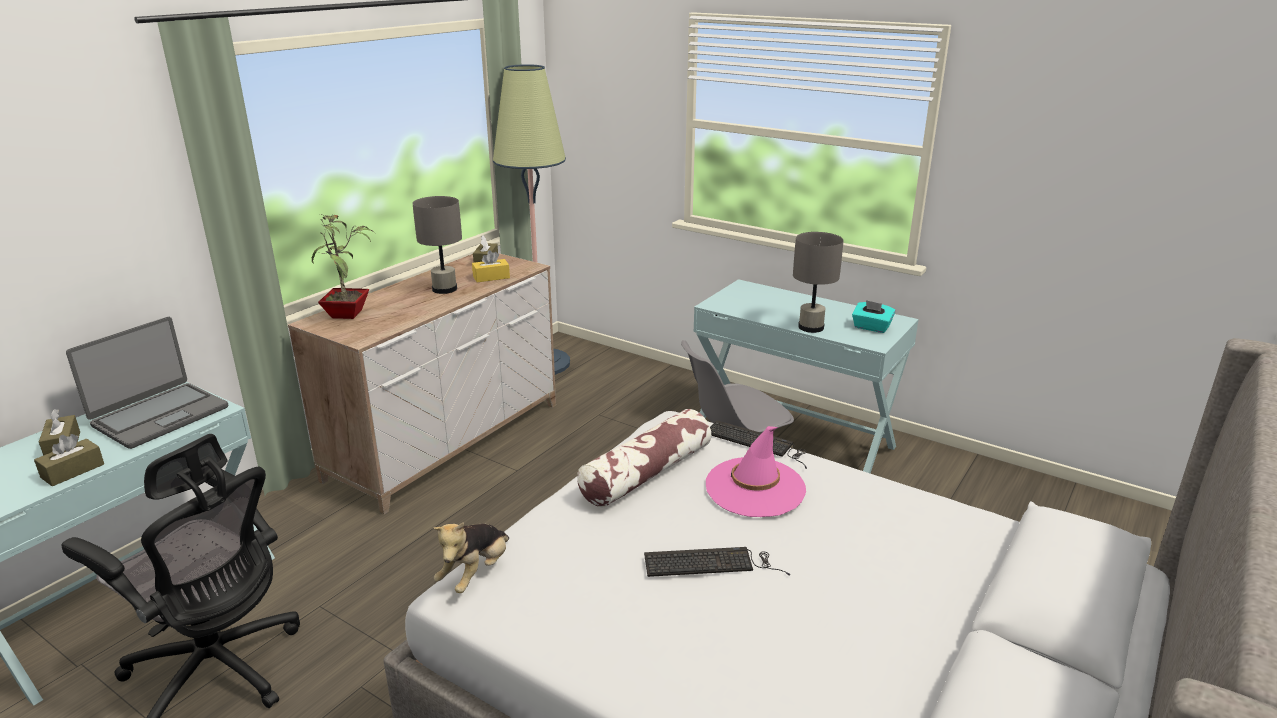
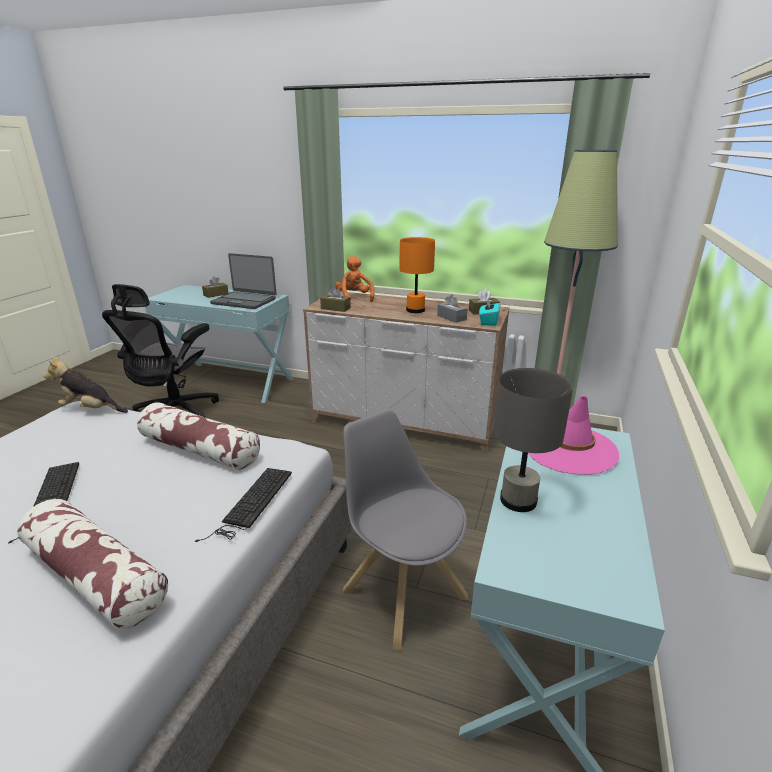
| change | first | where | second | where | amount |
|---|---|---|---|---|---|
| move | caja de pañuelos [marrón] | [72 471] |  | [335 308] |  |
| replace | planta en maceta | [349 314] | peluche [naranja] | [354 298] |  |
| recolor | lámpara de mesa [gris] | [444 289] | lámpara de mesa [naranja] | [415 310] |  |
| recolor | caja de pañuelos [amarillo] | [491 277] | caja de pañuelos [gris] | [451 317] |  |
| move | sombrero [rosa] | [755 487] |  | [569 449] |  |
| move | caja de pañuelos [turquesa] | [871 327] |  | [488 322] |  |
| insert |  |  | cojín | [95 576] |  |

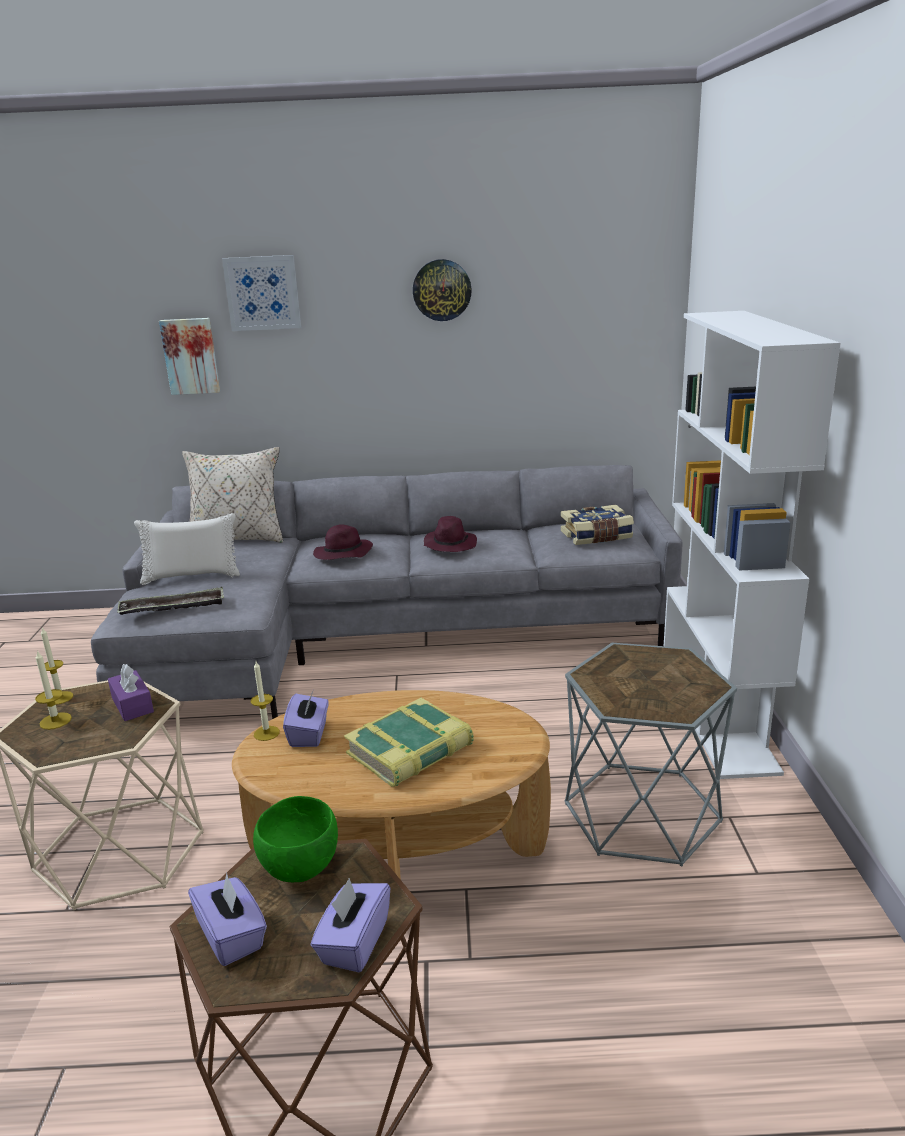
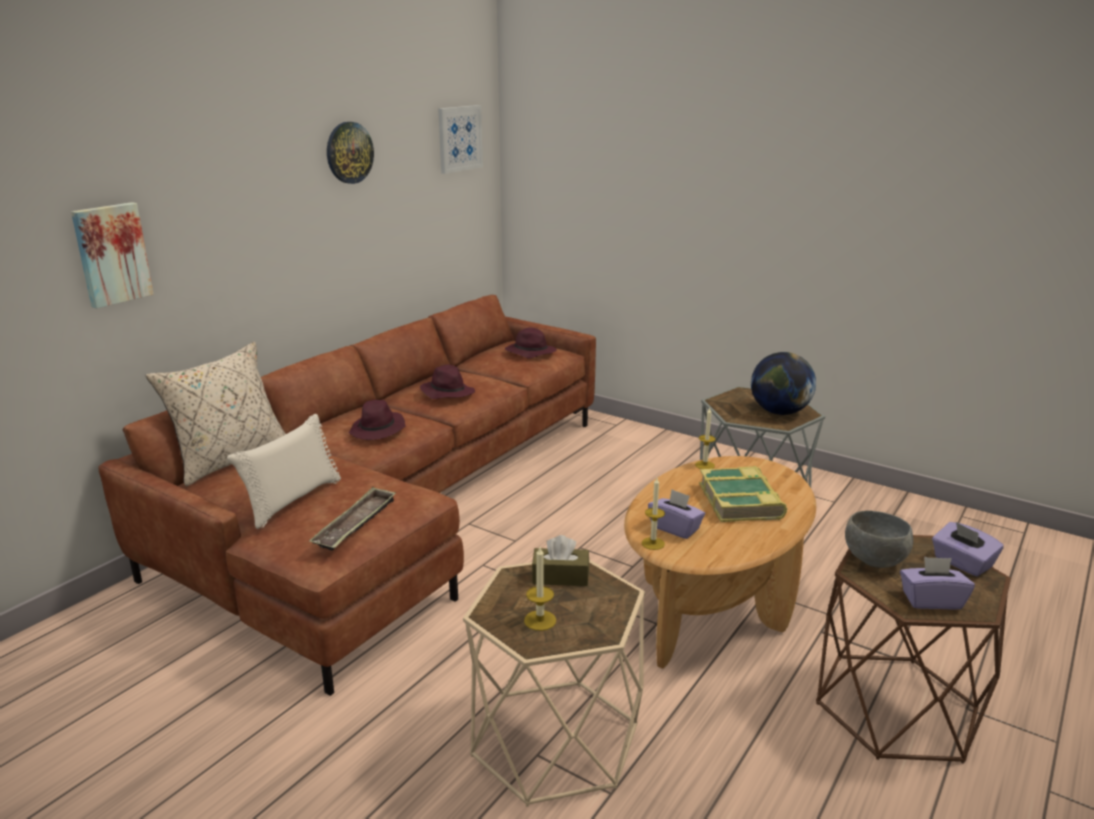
| change | first | where | second | where | amount |
|---|---|---|---|---|---|
| move | vela | [60 698] |  | [705 465] |  |
| recolor | sofá [gris] | [384 636] | sofá [marrón] | [395 506] |  |
| recolor | caja de pañuelos [morado] | [132 705] | caja de pañuelos [marrón] | [560 577] |  |
| move | cuadro | [262 293] |  | [459 138] |  |
| recolor | cuenco [verde] | [299 868] | cuenco [gris] | [874 561] |  |
| replace | libro | [597 536] | sombrero [morado] | [530 353] |  |
| delete | estantería [blanco] | [717 715] |  |  |  |
| insert |  |  | globo terráqueo | [779 412] |  |

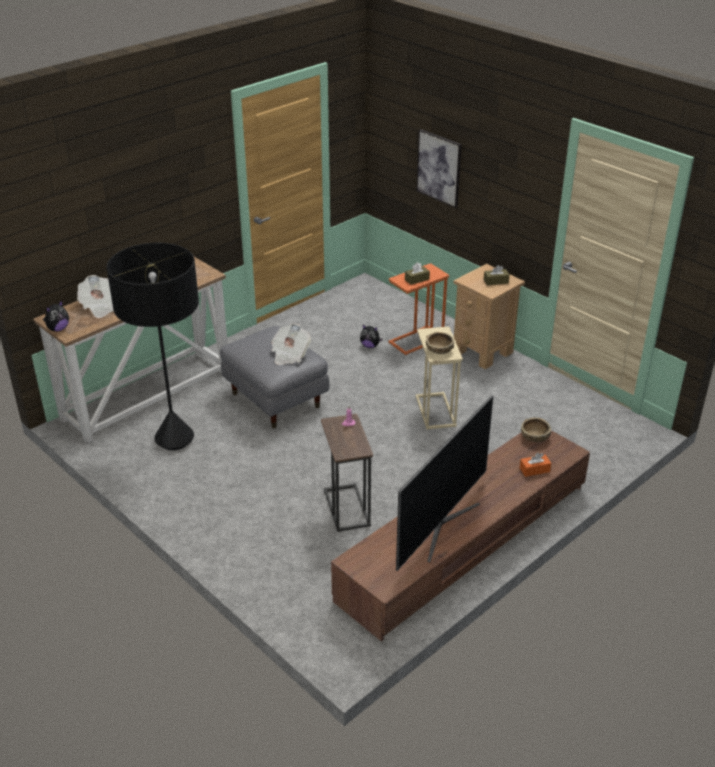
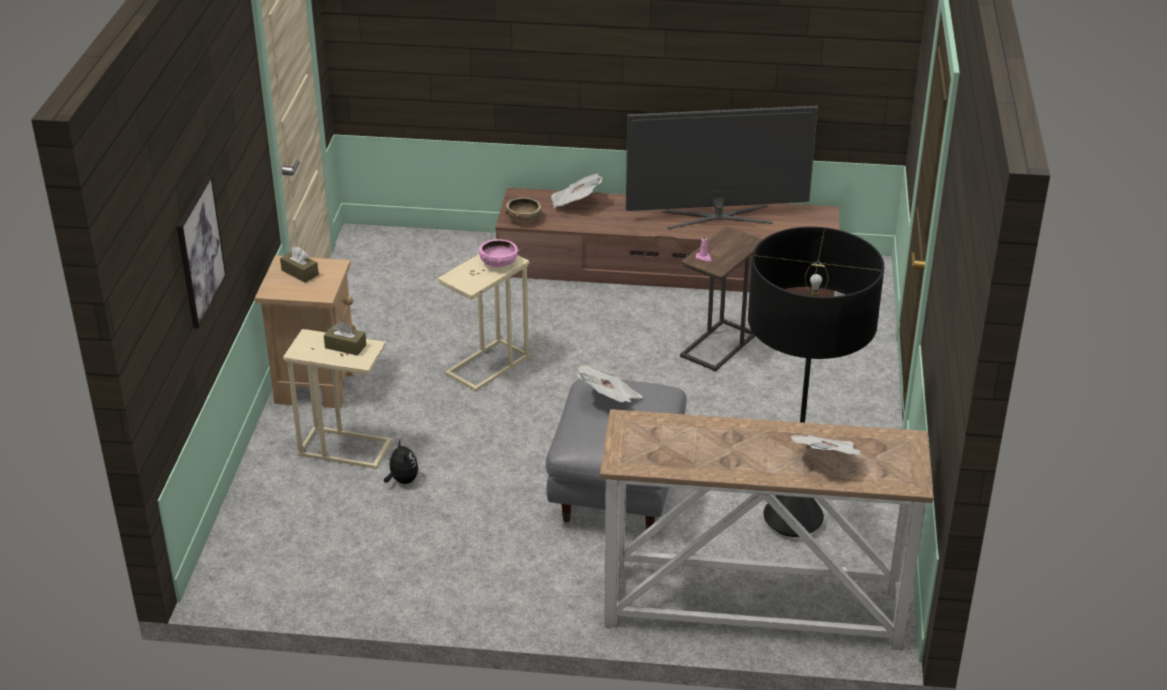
| change | first | where | second | where | amount |
|---|---|---|---|---|---|
| delete | peluche | [58 329] |  |  |  |
| recolor | mesa auxiliar [naranja] | [416 340] | mesa auxiliar [beis] | [344 449] |  |
| recolor | cuenco [marrón] | [439 350] | cuenco [rosa] | [498 263] |  |
| replace | caja de pañuelos [naranja] | [534 470] | periódico | [575 203] |  |

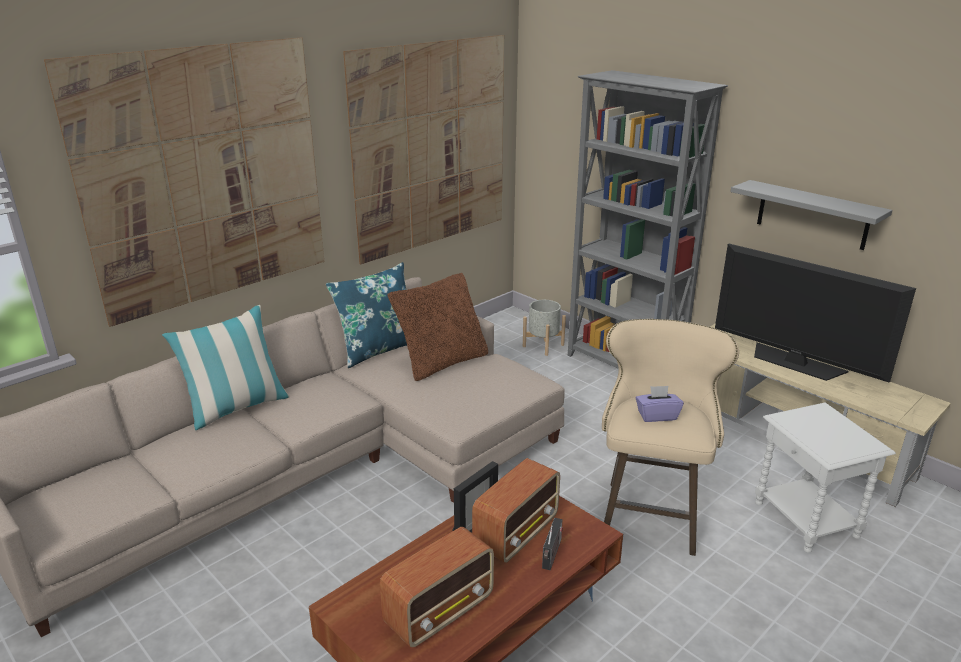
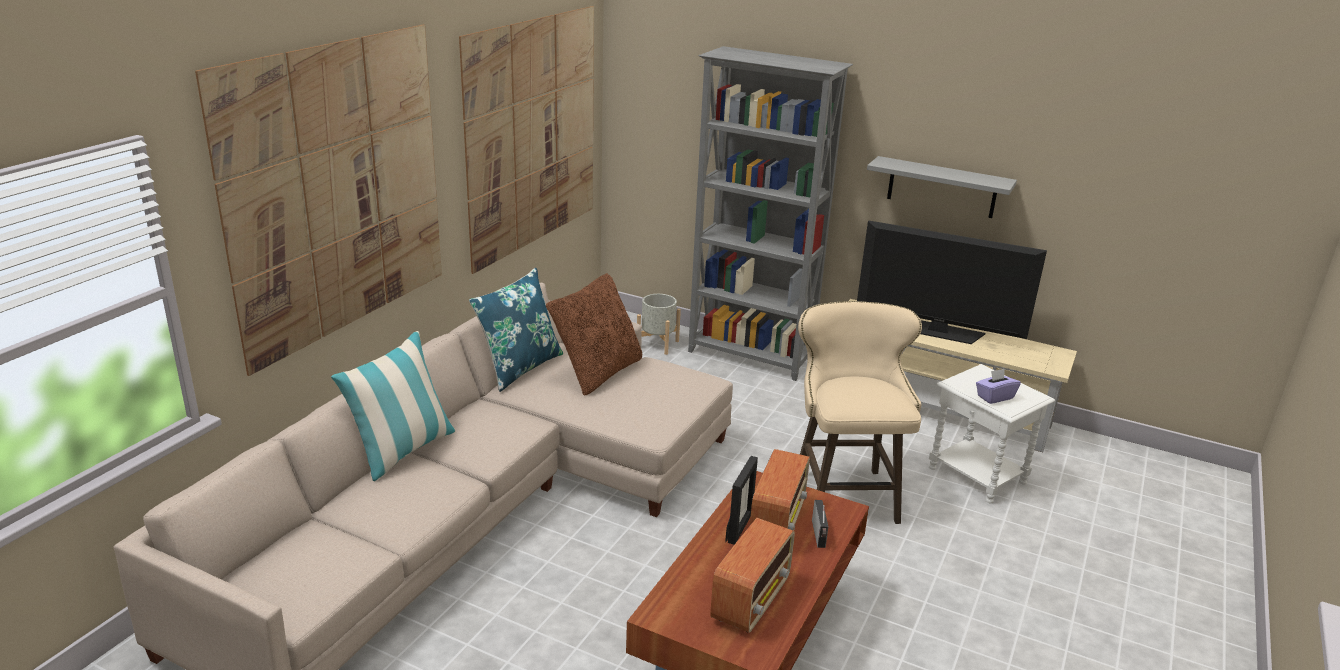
| change | first | where | second | where | amount |
|---|---|---|---|---|---|
| move | caja de pañuelos [morado] | [657 416] |  | [994 397] |  |

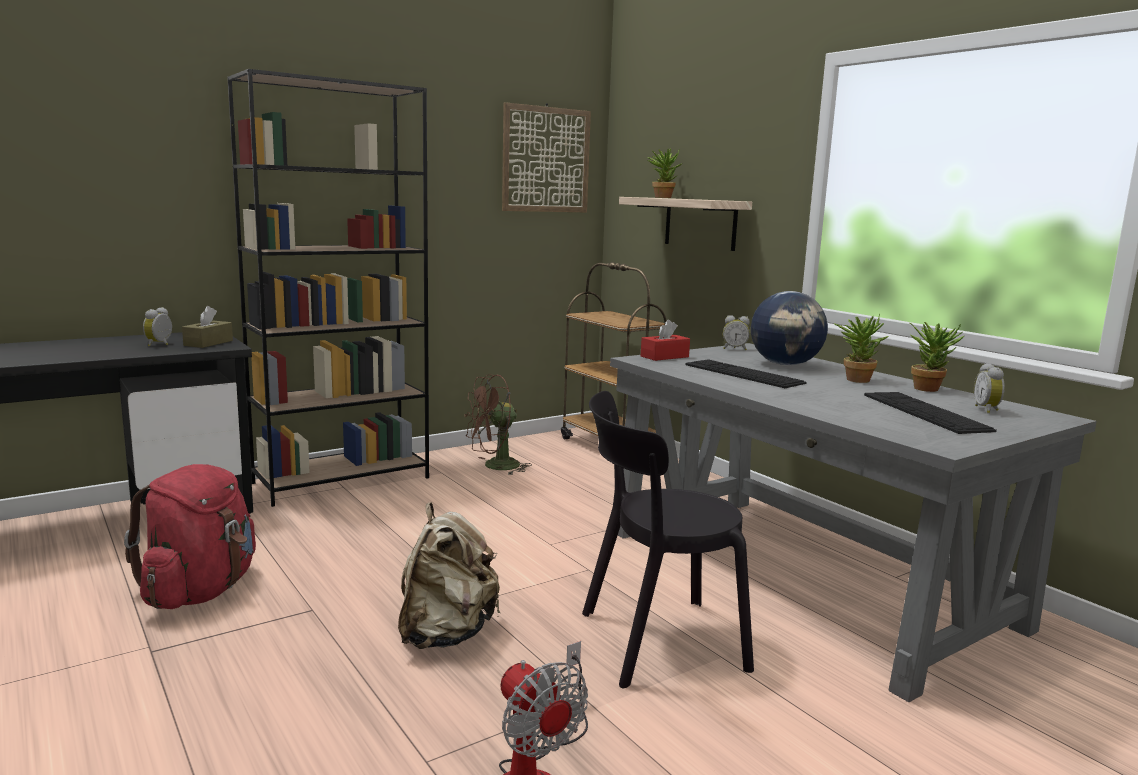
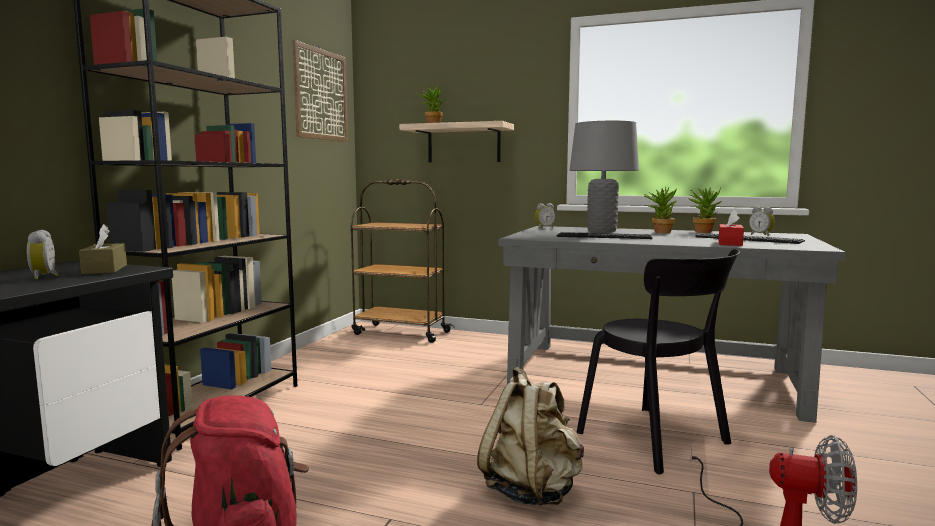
| change | first | where | second | where | amount |
|---|---|---|---|---|---|
| delete | ventilador [marrón] | [495 467] |  |  |  |
| rotate | silla [negro] | [654 642] |  | [657 440] | 75 degrees counterclockwise |
| move | caja de pañuelos [rojo] | [664 356] |  | [730 243] |  |
| replace | globo terráqueo | [785 365] | lámpara de mesa [gris] | [601 231] |  |

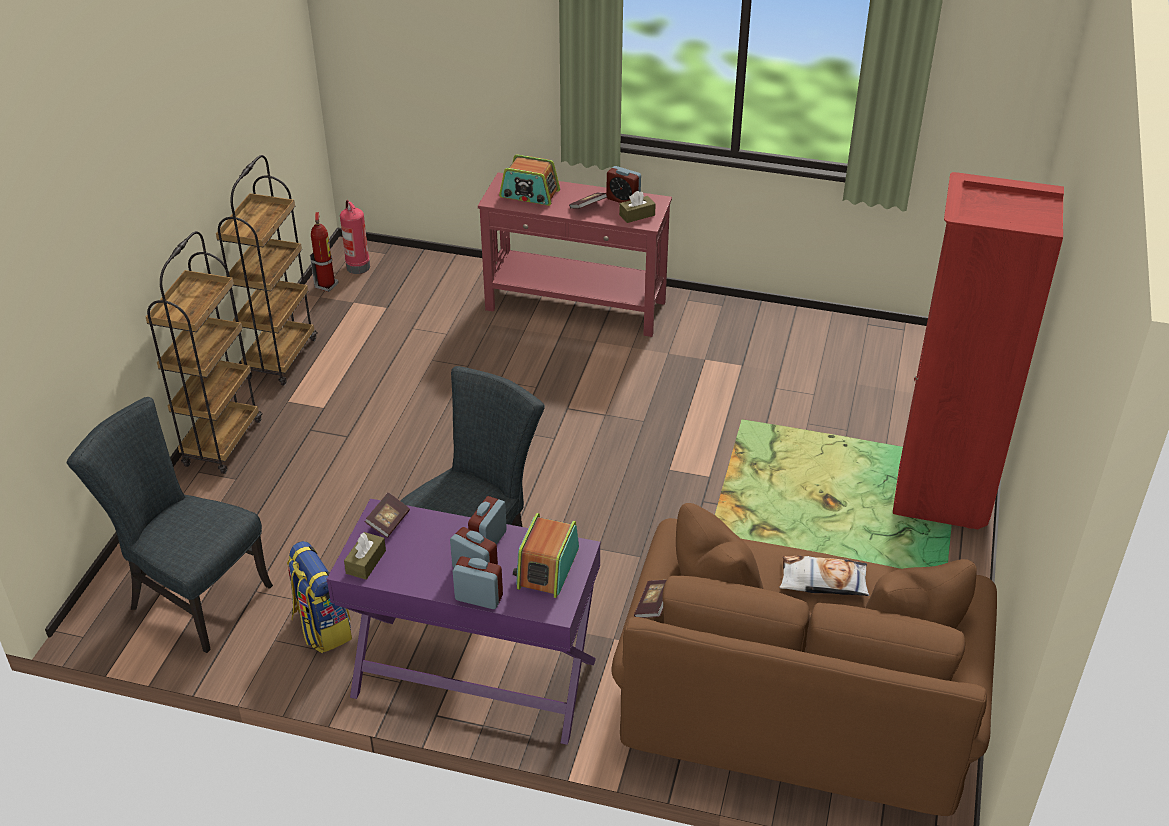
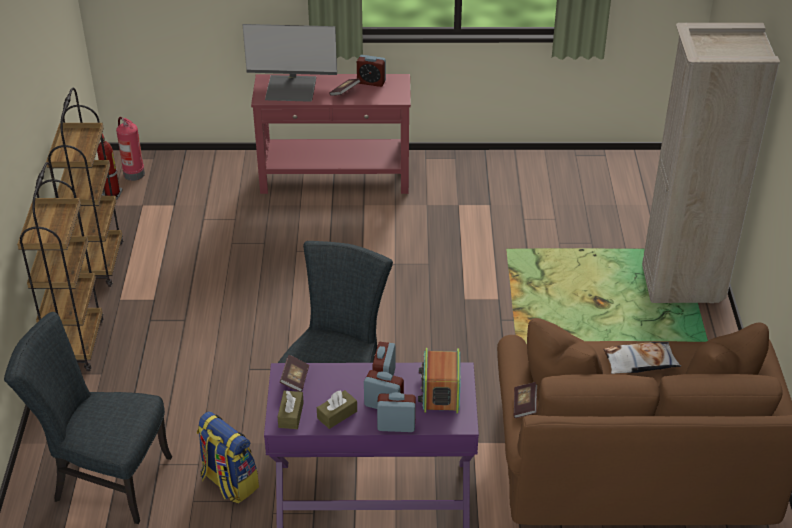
| change | first | where | second | where | amount |
|---|---|---|---|---|---|
| replace | radio | [529 194] | monitor | [291 89] |  |
| move | caja de pañuelos [marrón] | [637 215] |  | [337 415] |  |
| recolor | armario [rojo] | [940 498] | armario [beis] | [682 284] |  |

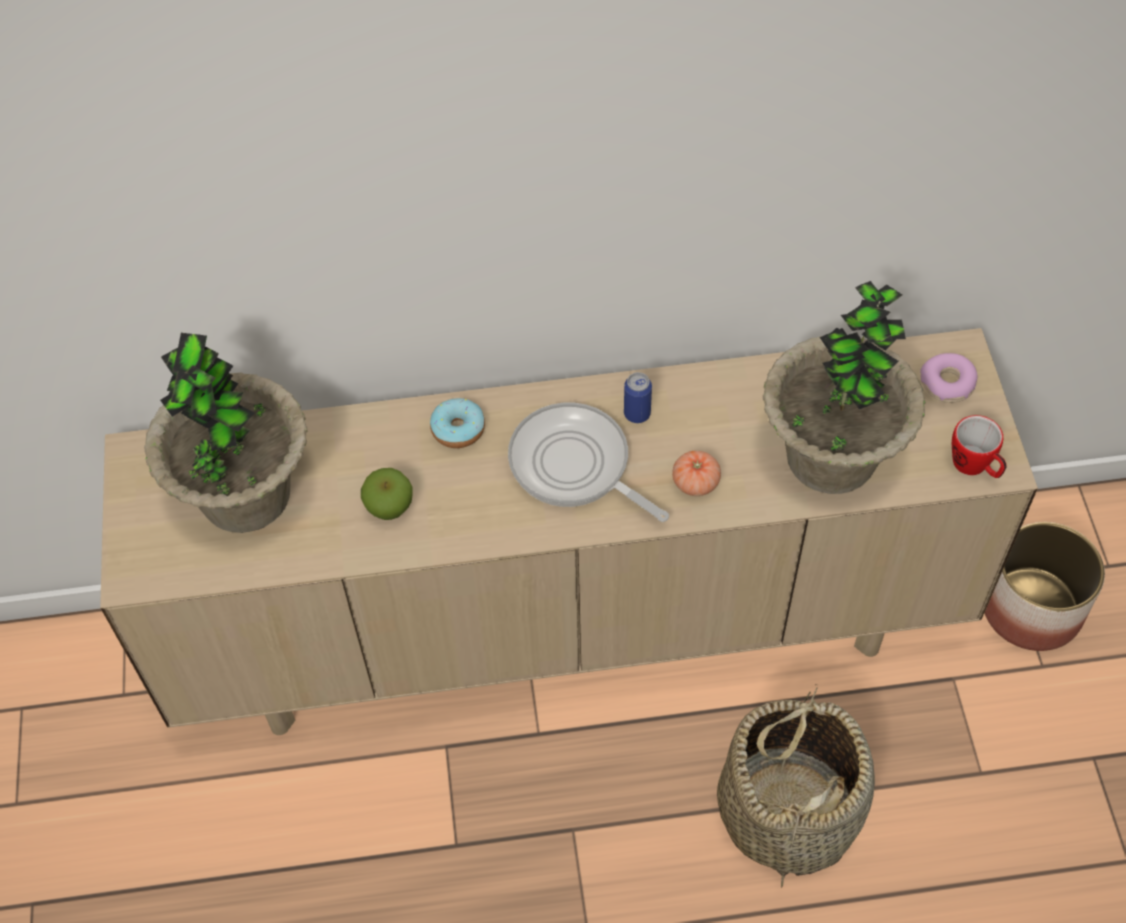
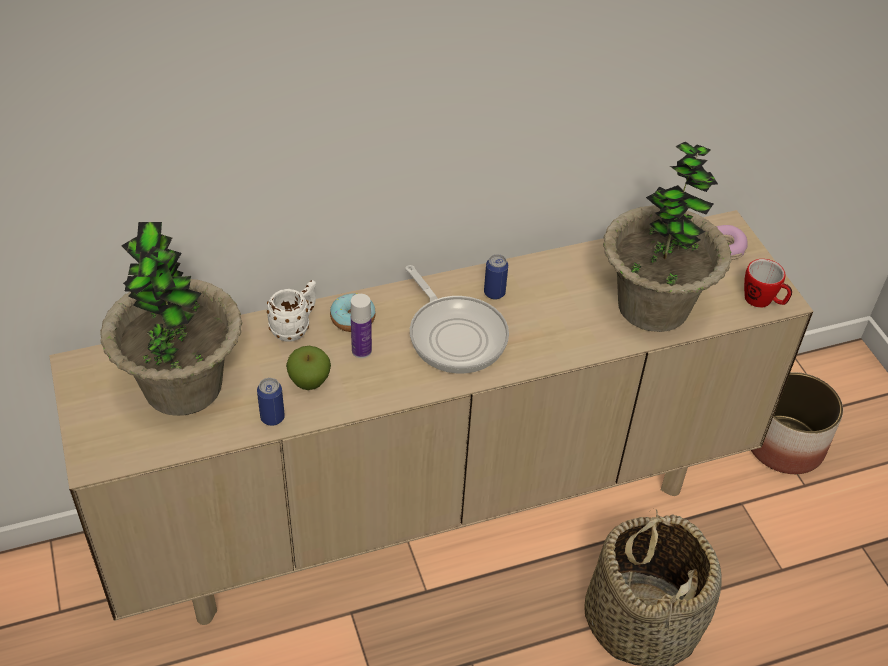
| change | first | where | second | where | amount |
|---|---|---|---|---|---|
| rotate | sartén | [575 466] |  | [455 335] | 150 degrees counterclockwise |
| delete | tomate | [695 482] |  |  |  |
| insert |  |  | lata | [272 418] |  |
| insert |  |  | taza grande [blanco] | [295 327] |  |
| insert |  |  | botella | [361 351] |  |

